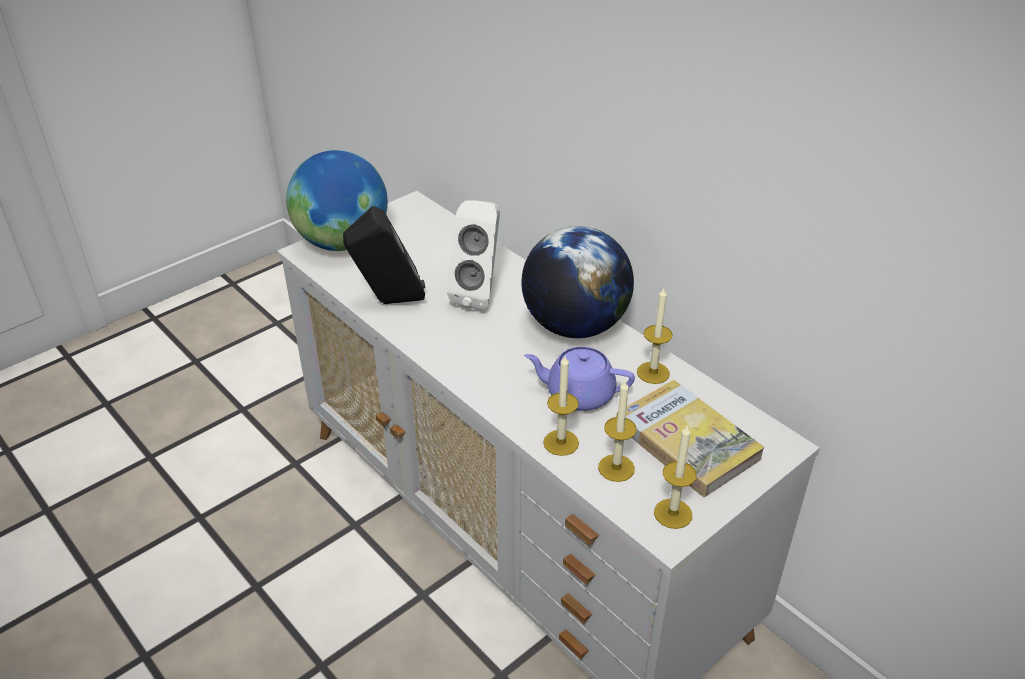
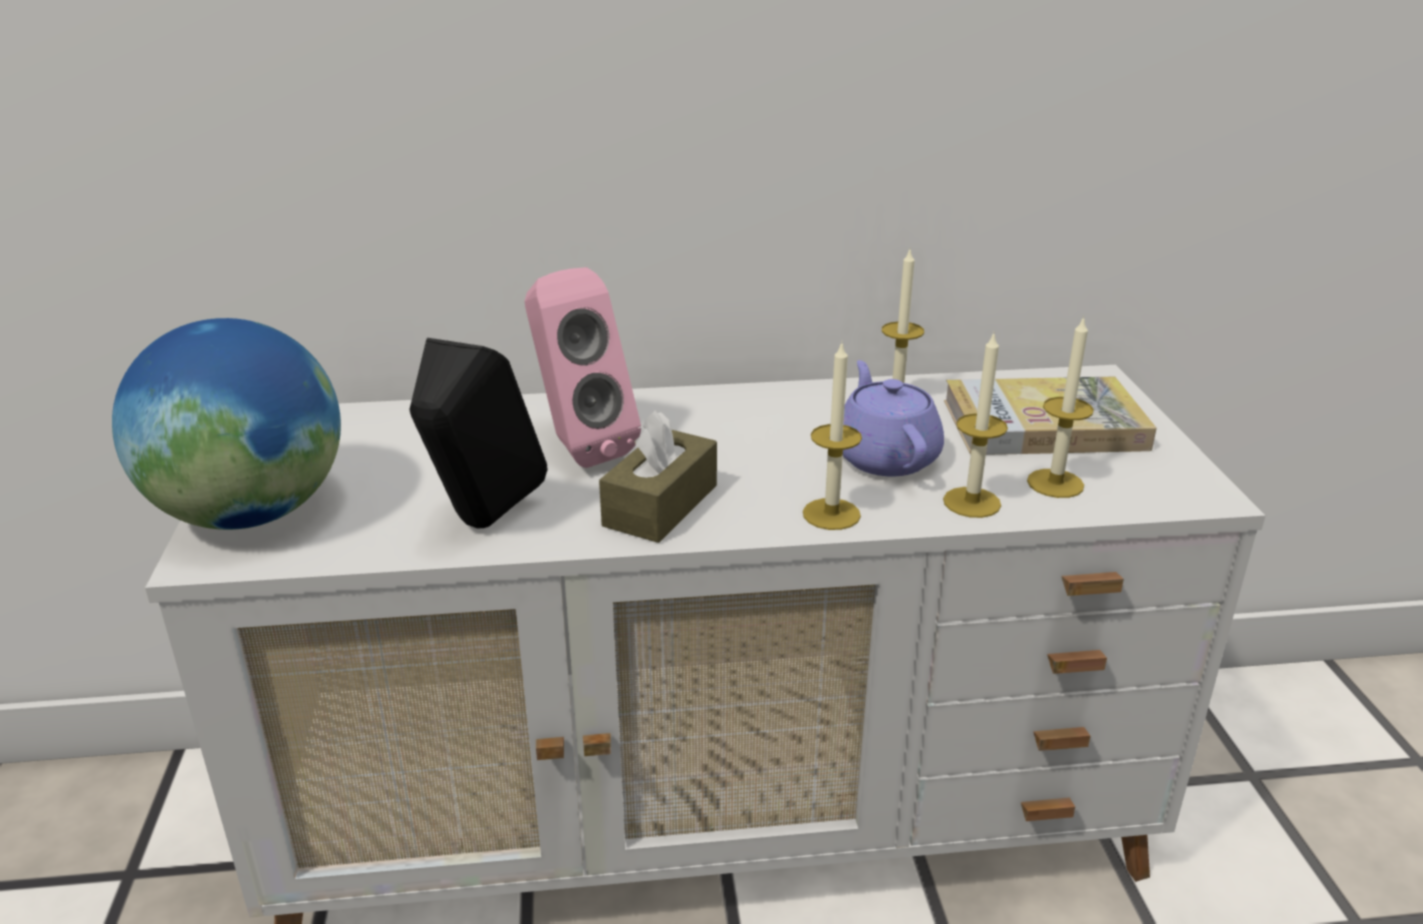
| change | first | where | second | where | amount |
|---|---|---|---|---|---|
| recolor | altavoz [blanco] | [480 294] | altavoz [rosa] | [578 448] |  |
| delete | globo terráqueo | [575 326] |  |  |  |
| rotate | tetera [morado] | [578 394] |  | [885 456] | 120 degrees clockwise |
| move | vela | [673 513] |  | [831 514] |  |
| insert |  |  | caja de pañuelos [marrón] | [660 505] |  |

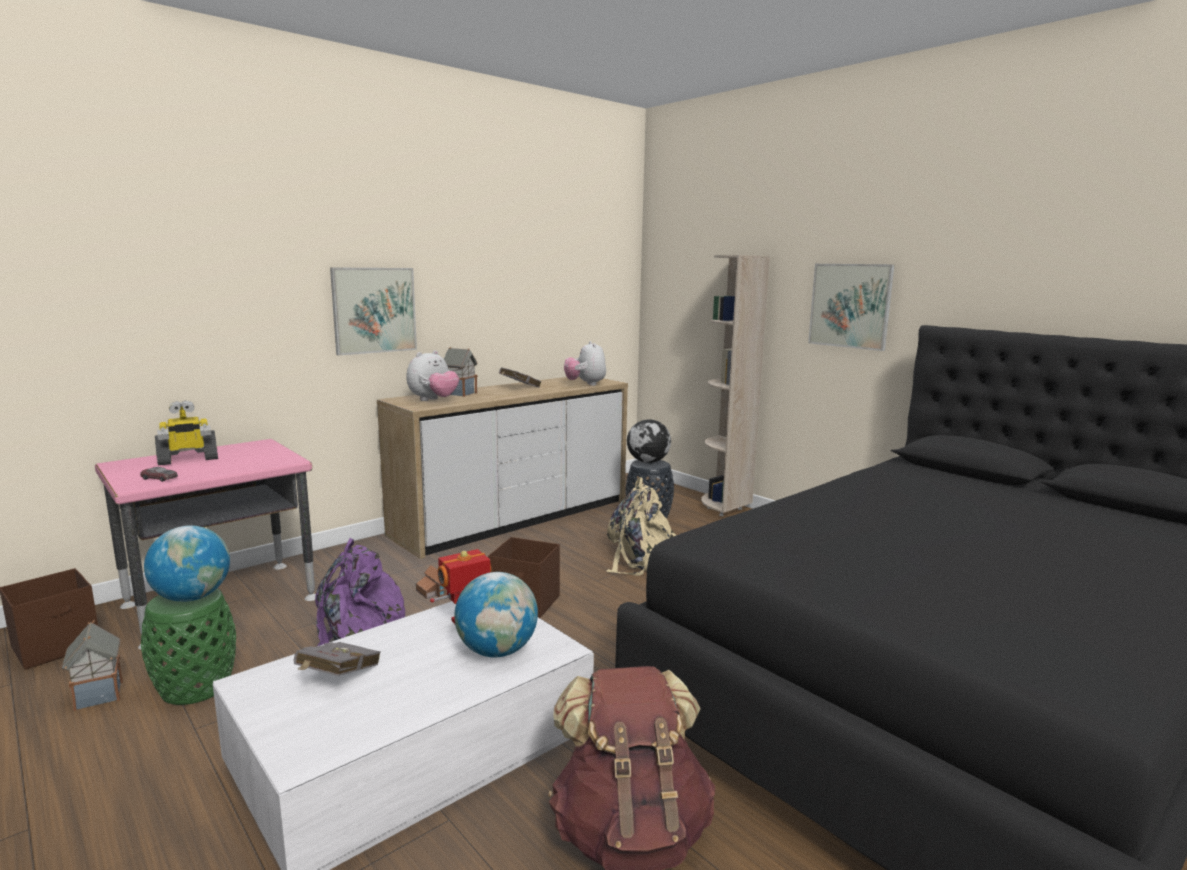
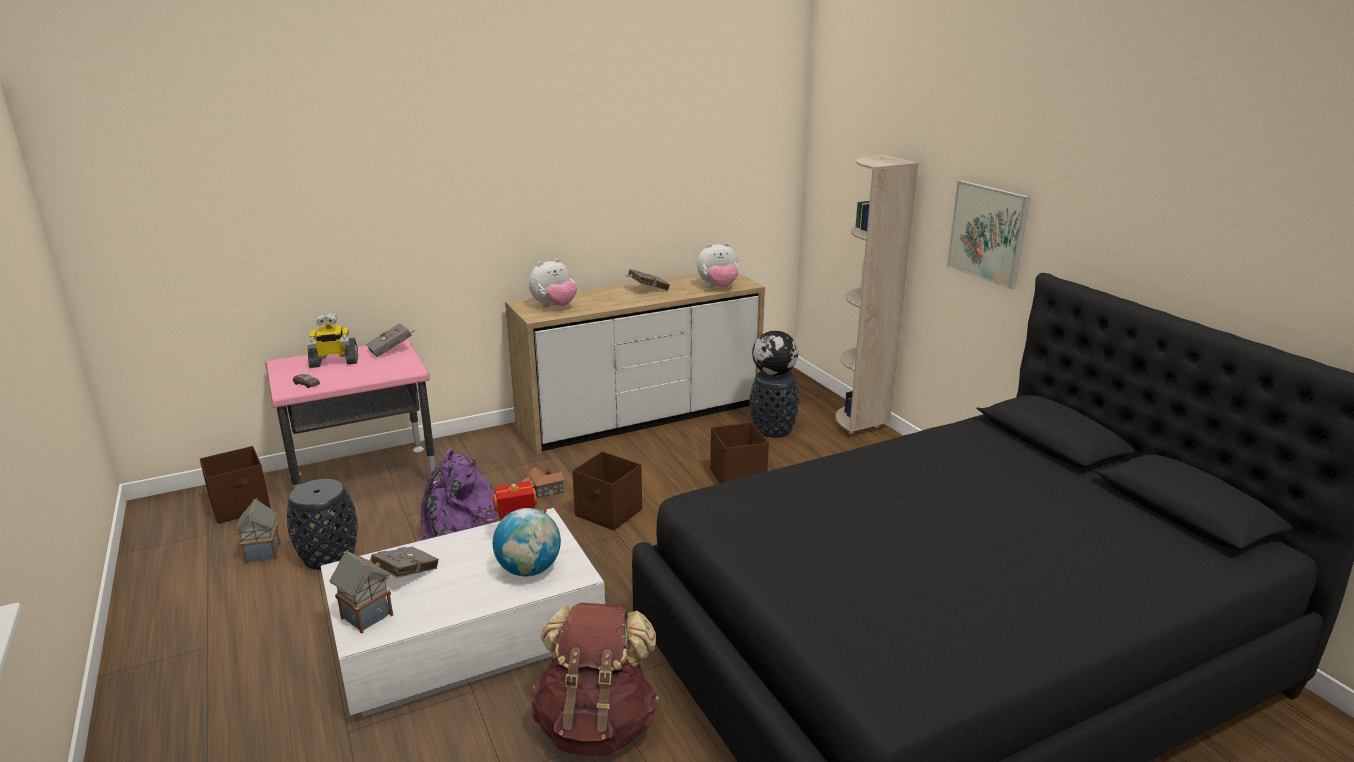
| change | first | where | second | where | amount |
|---|---|---|---|---|---|
| recolor | taburete [verde] | [196 687] | taburete [negro] | [329 556] |  |
| delete | globo terráqueo | [192 597] |  |  |  |
| delete | cuadro | [374 310] |  |  |  |
| move | casita | [460 393] |  | [366 616] |  |
| rotate | peluche | [585 384] |  | [718 287] | 105 degrees counterclockwise |
| replace | mochila [beis] | [640 559] | caja de almacenaje [marrón] | [738 477] |  |
| insert |  |  | libro [gris] | [392 350] |  |

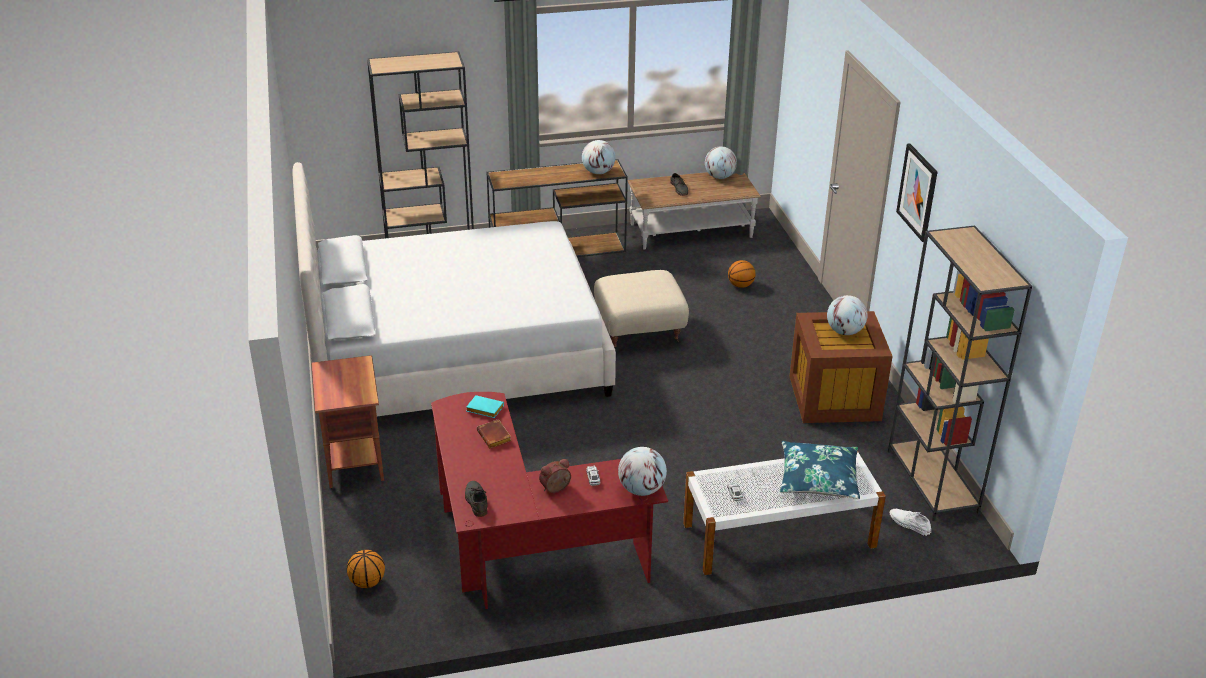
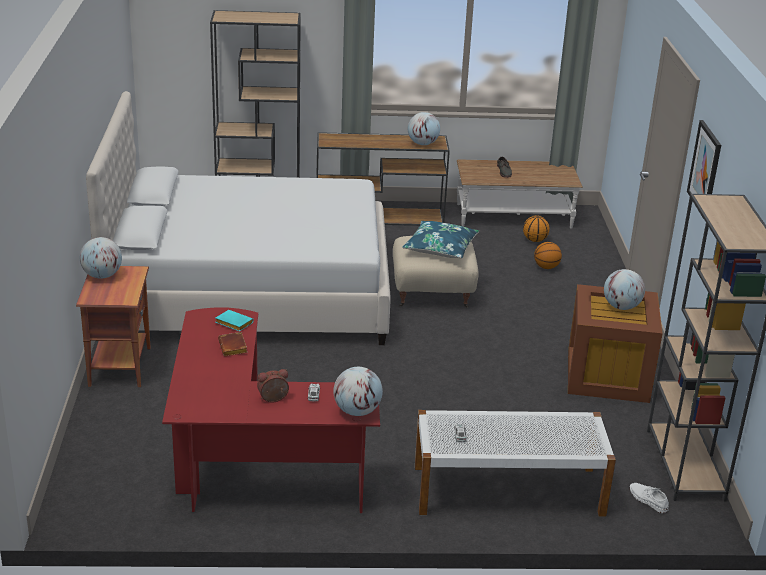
| change | first | where | second | where | amount |
|---|---|---|---|---|---|
| move | balón de baloncesto | [367 582] |  | [534 240] |  |
| delete | zapato [gris] | [476 500] |  |  |  |
| move | globo terráqueo | [719 177] |  | [102 276] |  |
| move | cojín [azul] | [818 478] |  | [440 248] |  |

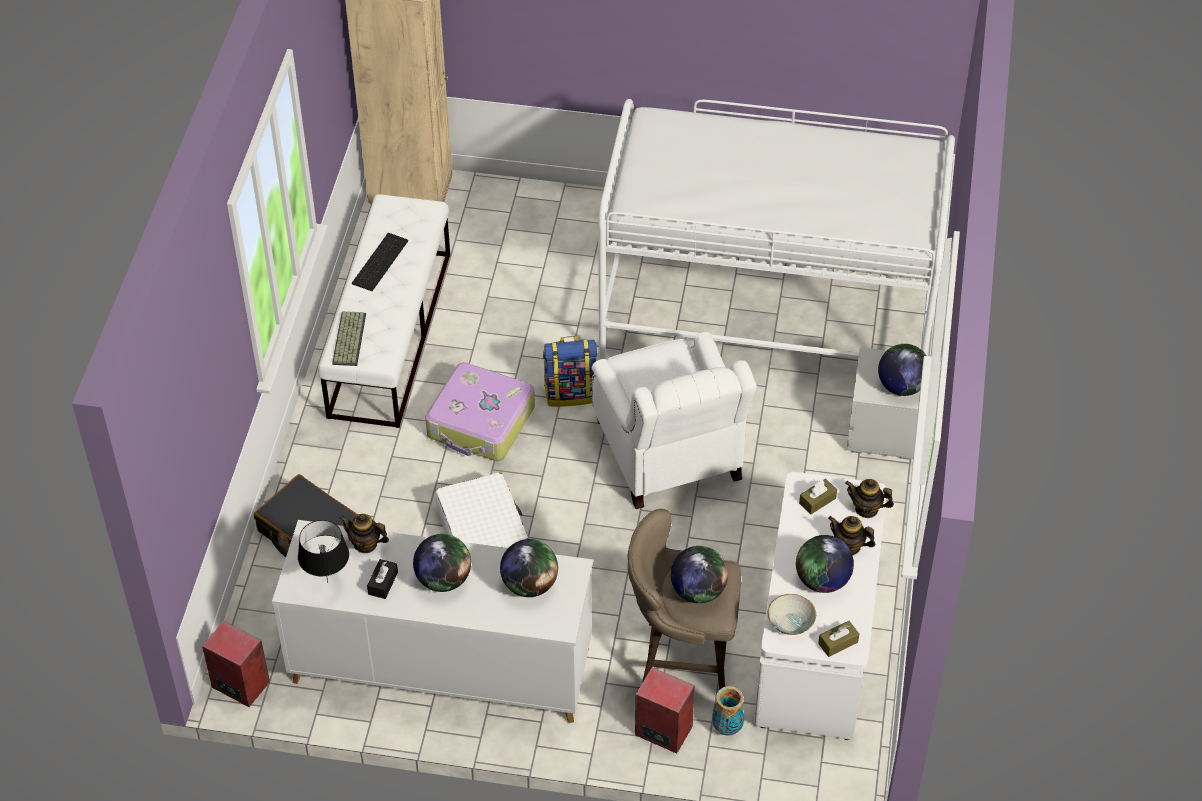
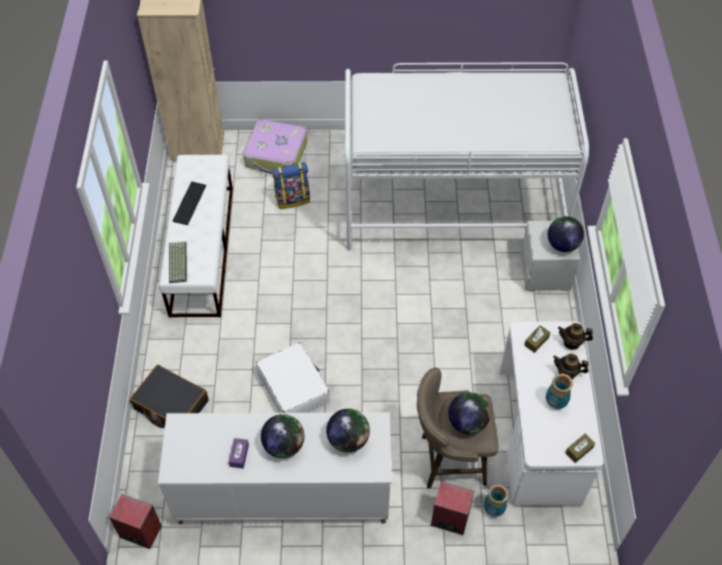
| change | first | where | second | where | amount |
|---|---|---|---|---|---|
| delete | lámpara de mesa [negro] | [327 582] |  |  |  |
| delete | tetera | [365 544] |  |  |  |
| recolor | caja de pañuelos [negro] | [383 583] | caja de pañuelos [morado] | [239 455] |  |
| move | maleta | [481 423] |  | [276 155] |  |
| move | mochila | [571 393] |  | [292 198] |  |
| delete | sillón [blanco] | [668 452] |  |  |  |
| delete | cuenco | [790 622] |  |  |  |
| replace | globo terráqueo | [822 581] | florero | [555 403] |  |

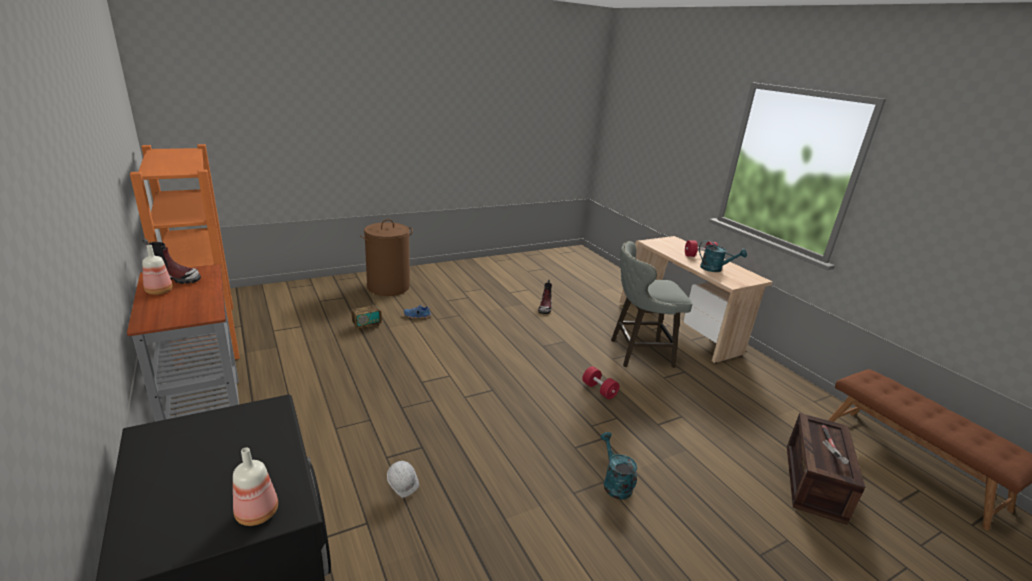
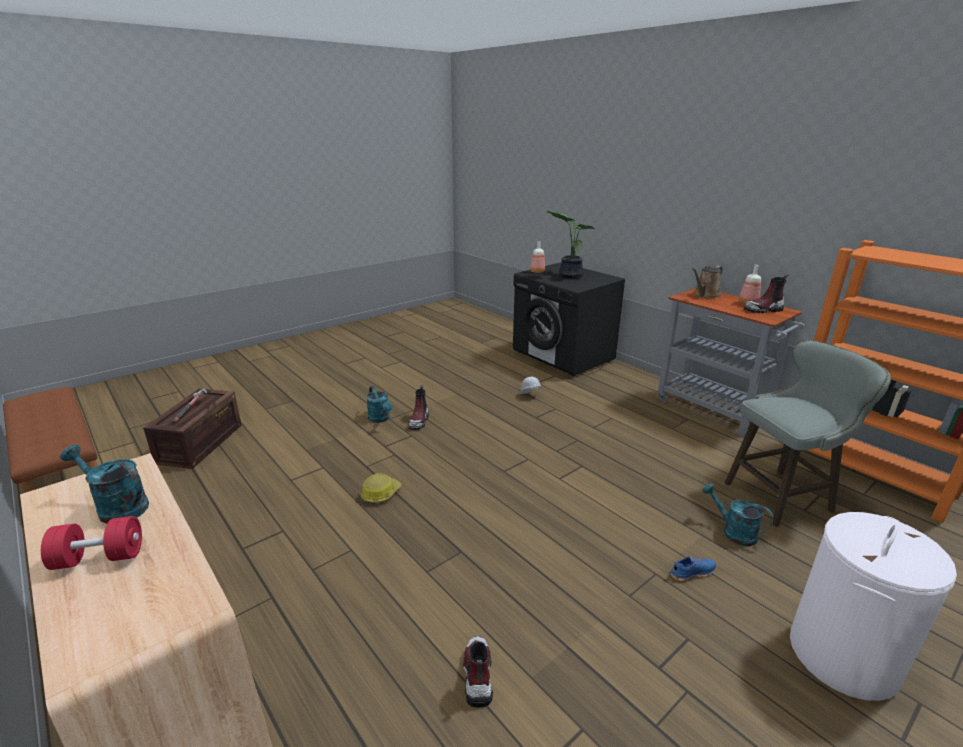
| change | first | where | second | where | amount |
|---|---|---|---|---|---|
| replace | radio | [367 325] | regadera [turquesa] | [733 532] |  |
| recolor | cesto de la ropa [marrón] | [388 287] | cesto de la ropa [blanco] | [842 655] |  |
| replace | mancuerna [rojo] | [599 390] | casco | [380 494] |  |
| move | taburete [gris] | [638 353] |  | [782 496] |  |
| insert |  |  | bota | [419 421] |  |
| insert |  |  | planta en maceta | [569 275] |  |
| insert |  |  | regadera [marrón] | [705 295] |  |

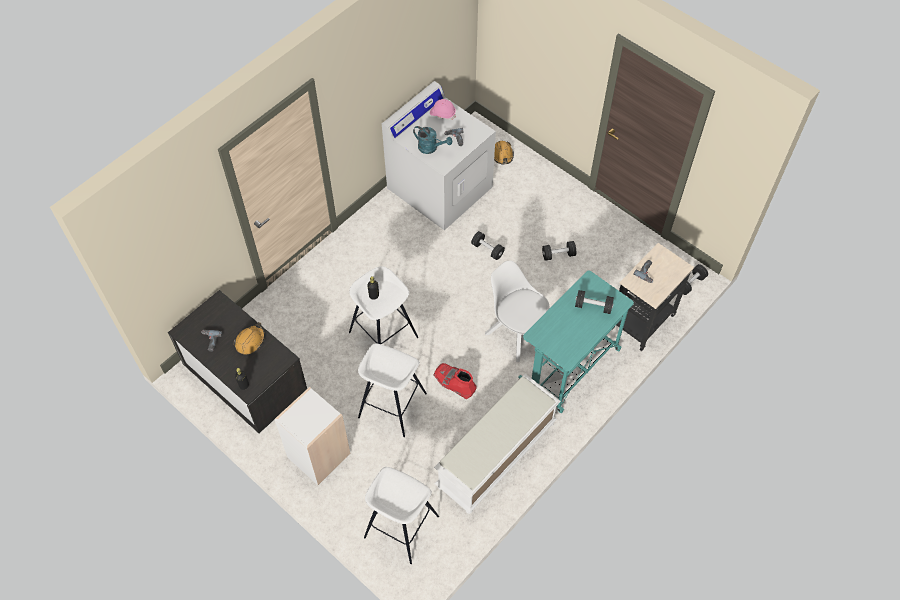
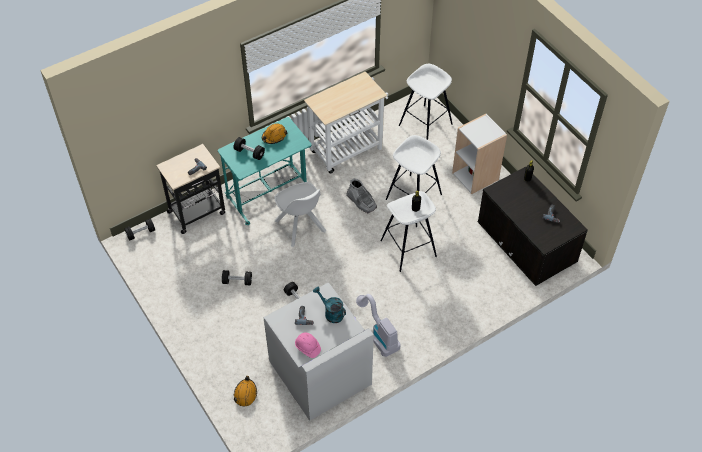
| change | first | where | second | where | amount |
|---|---|---|---|---|---|
| move | casco [naranja] | [250 341] |  | [274 136] |  |
| recolor | bota [rojo] | [454 383] | bota [gris] | [361 202] |  |
| replace | banco [blanco] | [496 456] | carrito [blanco] | [347 150] |  |
| insert |  |  | aspiradora | [378 335] |  |

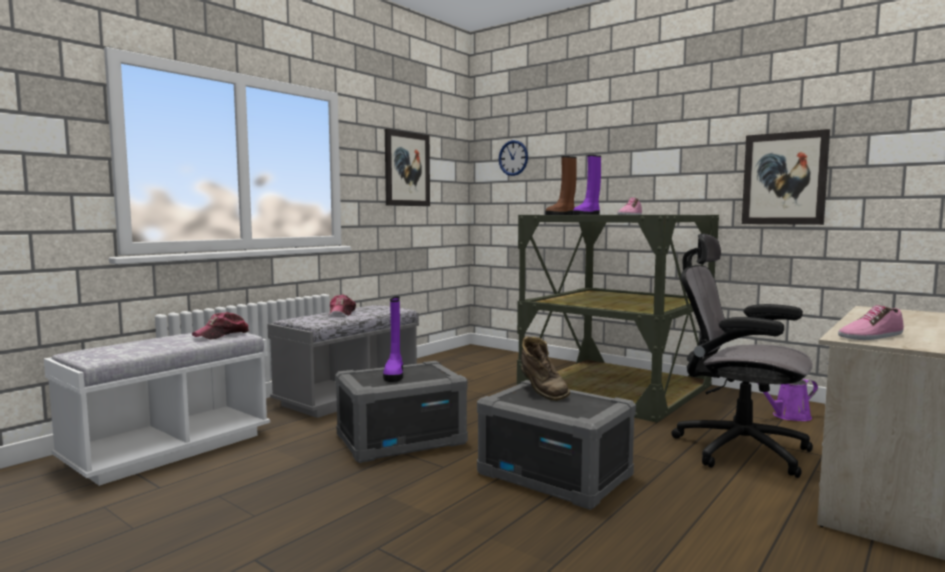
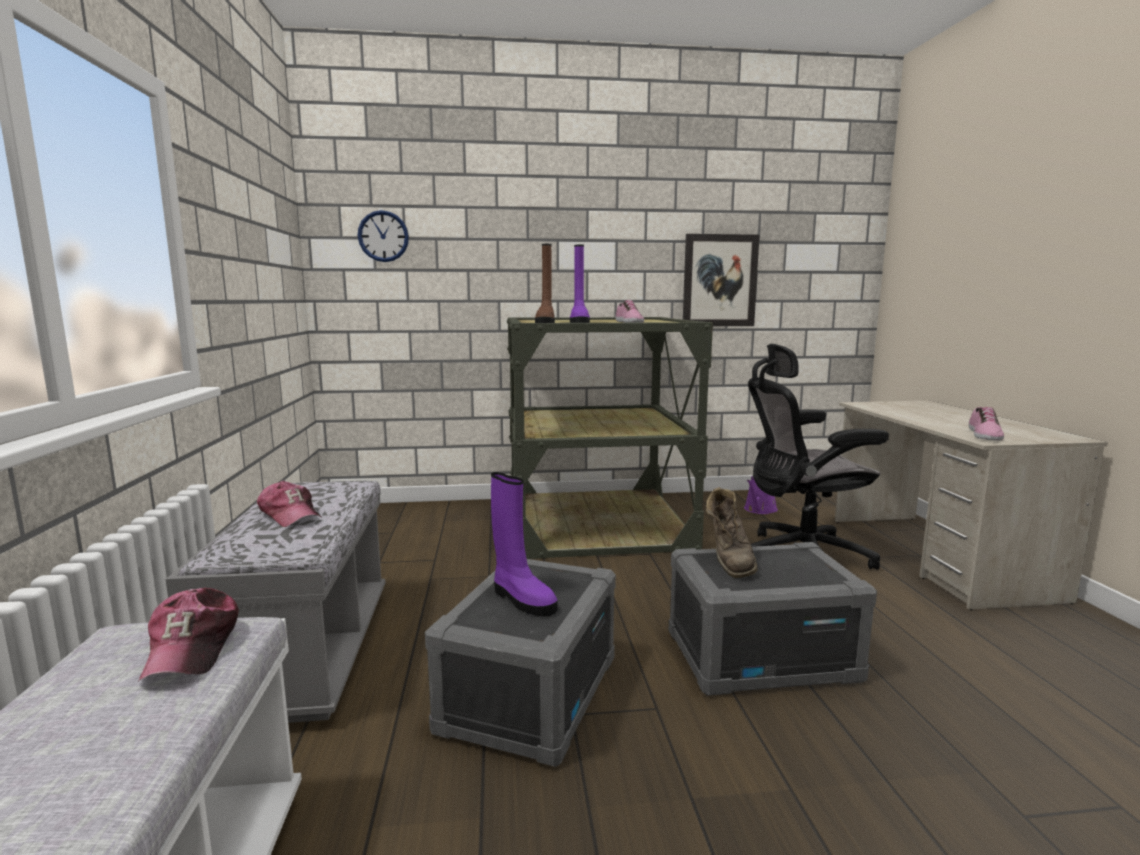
| change | first | where | second | where | amount |
|---|---|---|---|---|---|
| delete | cuadro | [407 169] |  |  |  |
| rotate | bota [marrón] | [542 393] |  | [729 562] | 75 degrees clockwise |

